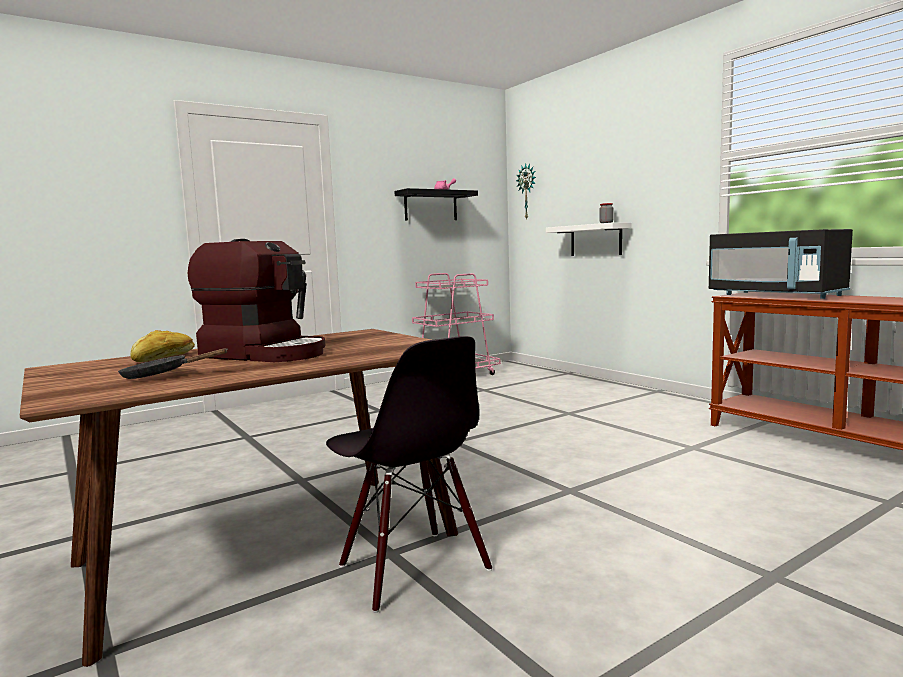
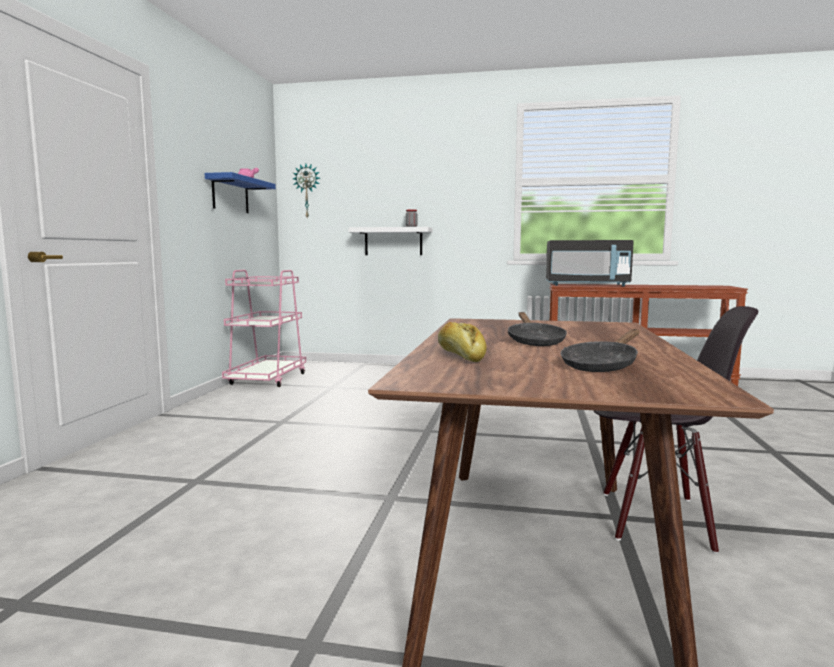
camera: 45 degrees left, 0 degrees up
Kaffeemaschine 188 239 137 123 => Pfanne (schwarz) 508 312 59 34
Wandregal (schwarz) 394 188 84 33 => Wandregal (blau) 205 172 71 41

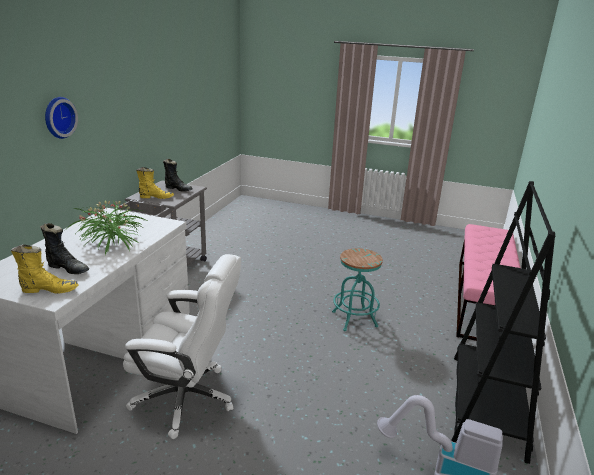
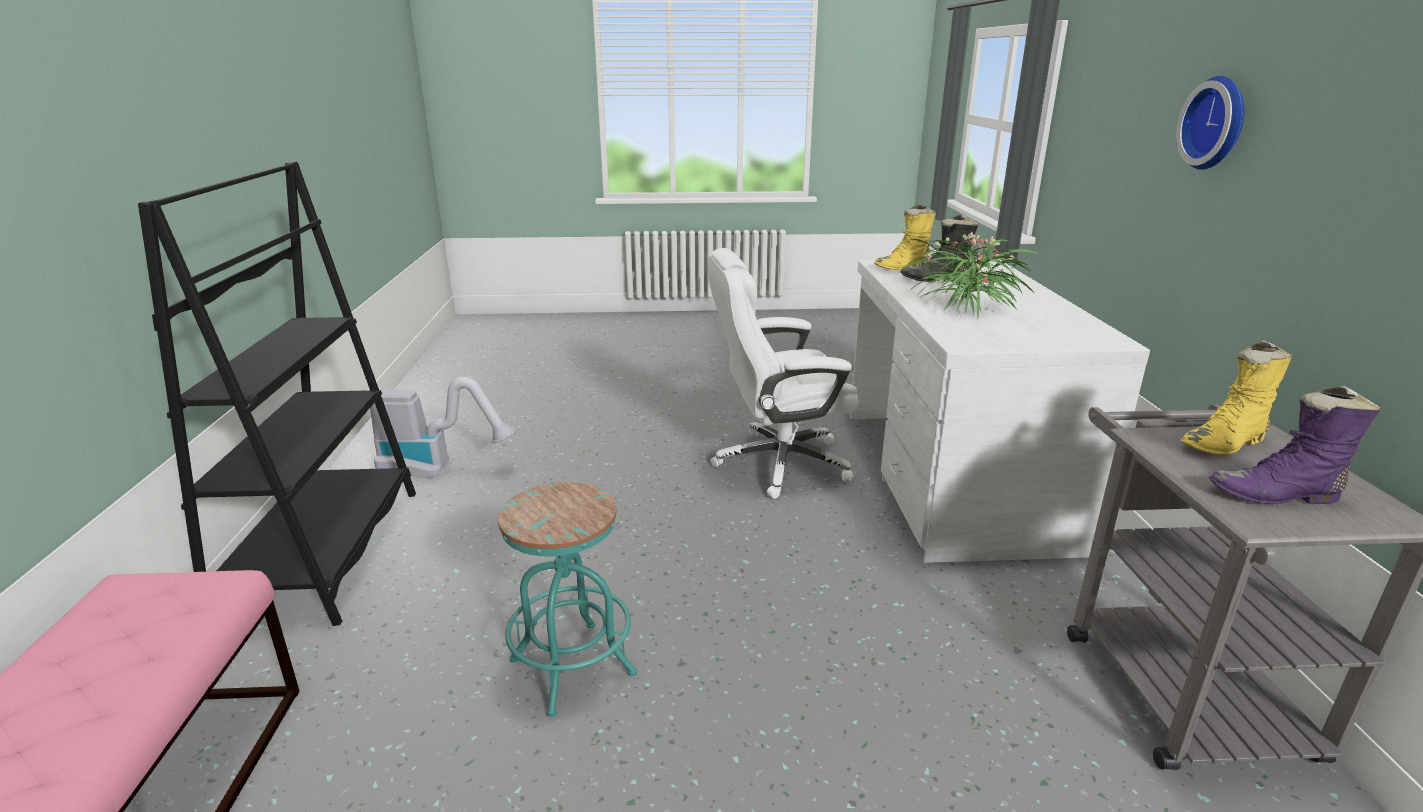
camera: 160 degrees right, 0 degrees up
Stiefel (schwarz) 163 159 30 32 => Stiefel (lila) 1209 386 171 118

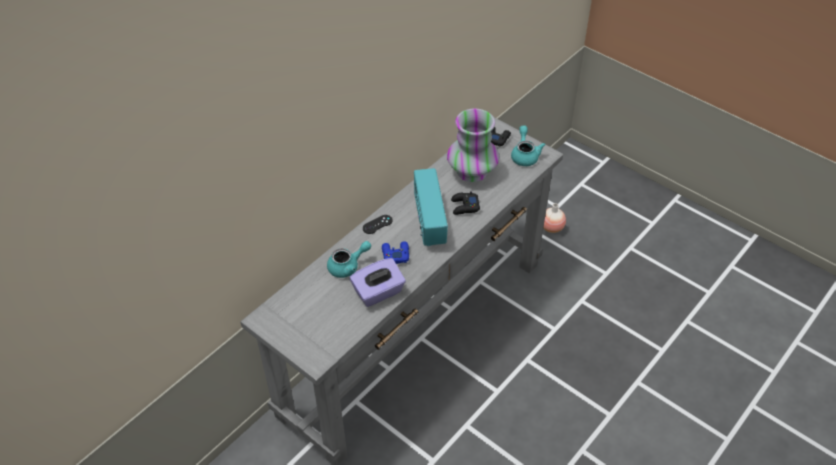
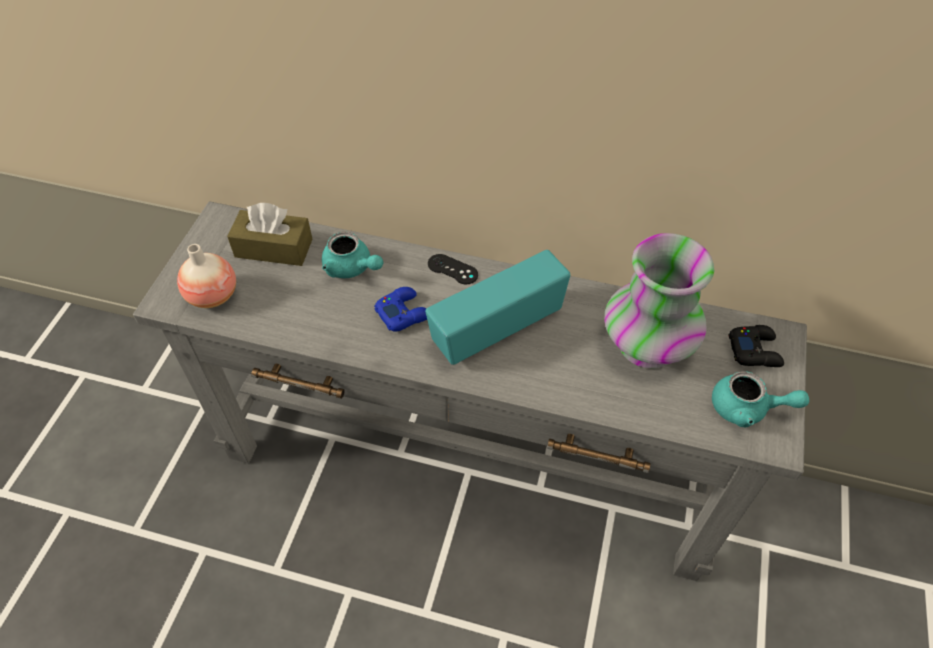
camera: 65 degrees right, 5 degrees up
Taschentuchbox (lila) 350 258 56 49 => nothing
Gamepad (schwarz) 451 191 29 24 => nothing
Teekanne (türkis) 511 126 35 40 => Teekanne (türkis) 712 371 98 56, 45 degrees clockwise
Vase 543 203 23 30 => Vase 177 244 59 64, moved
nothing => Taschentuchbox (braun) 227 203 85 63

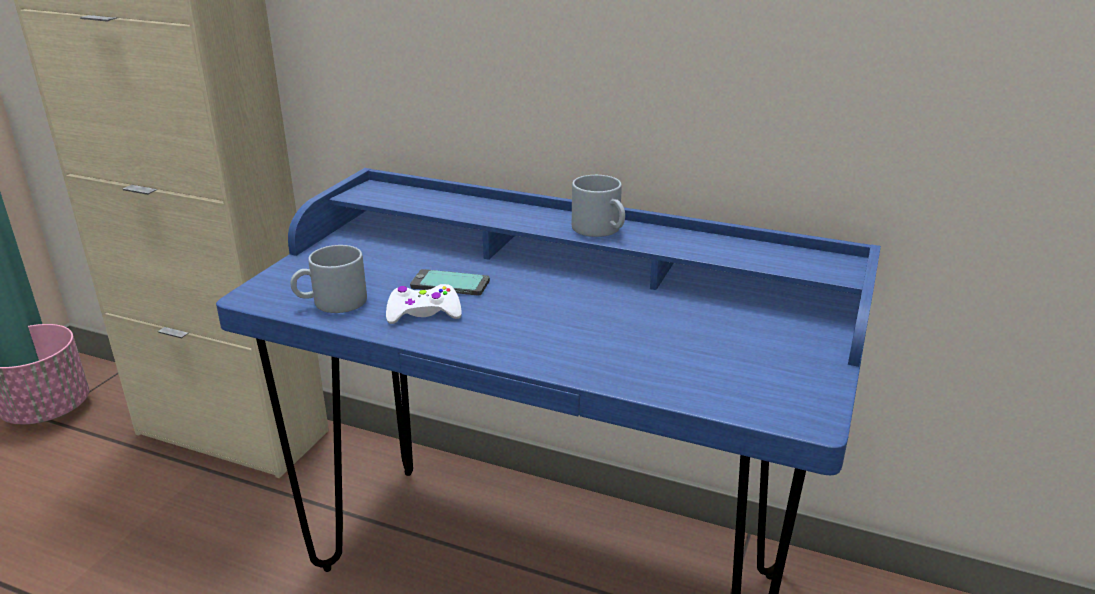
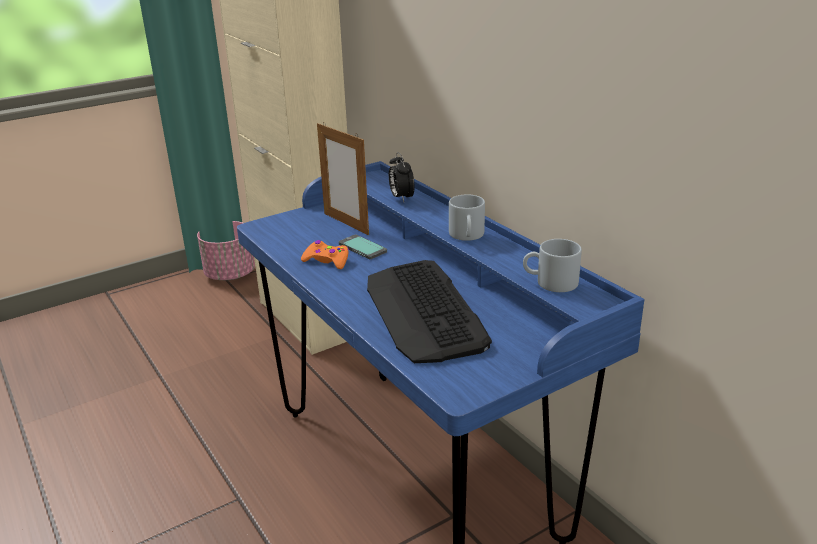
camera: 35 degrees right, 0 degrees up
Henkelbecher (grau) 291 245 76 68 => Henkelbecher (grau) 523 239 59 53, moved
Gamepad (weiß) 386 284 76 40 => Gamepad (orange) 301 240 48 29
nothing => Bilderrahmen 317 122 52 113
nothing => Tastatur 367 260 125 103
nothing => Wecker 389 152 25 50

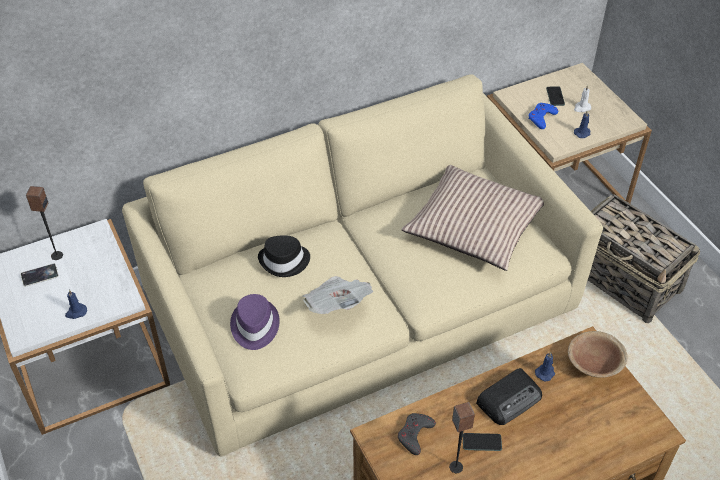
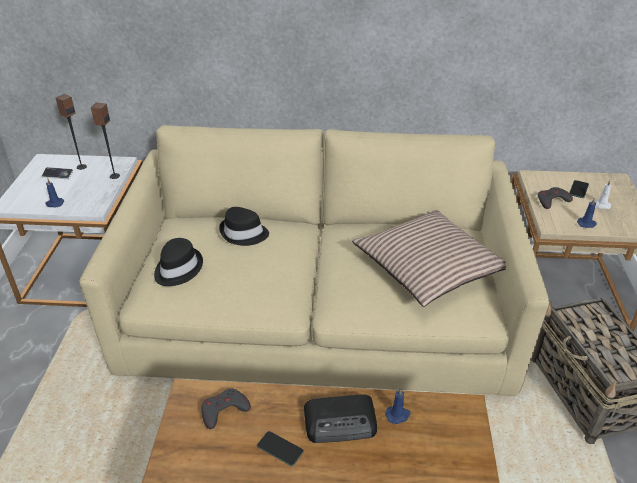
camera: 30 degrees right, 10 degrees down
Hut (lila) 230 294 50 56 => Hut (schwarz) 154 238 49 48
Zeitung 302 276 71 38 => nothing
Lautsprecher 449 402 26 71 => Lautsprecher 91 103 29 76, moved
Gamepad (blau) 529 103 30 26 => Gamepad (grau) 538 187 35 22
Schüssel (braun) 568 331 59 47 => nothing

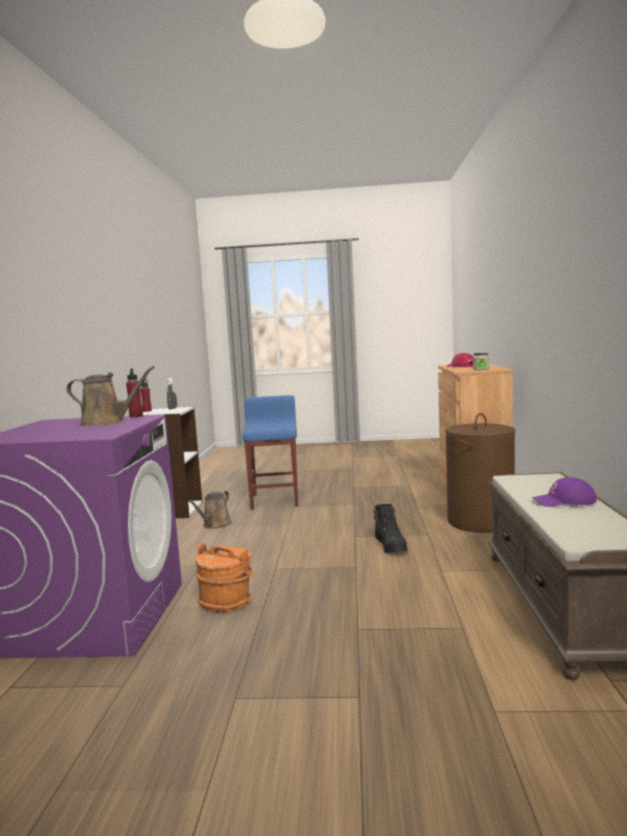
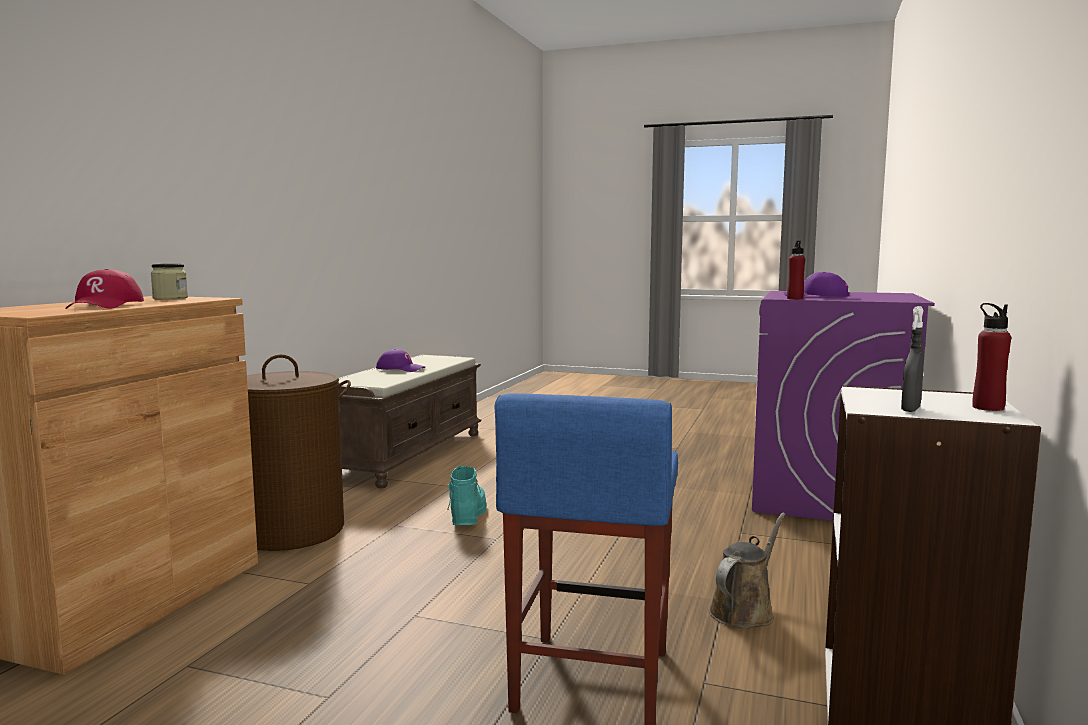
camera: 165 degrees left, 0 degrees up
Gießkanne (braun) 66 366 89 60 => Kappe (lila) 783 272 66 25
Eimer (orange) 195 543 58 70 => nothing
Stiefel (schwarz) 373 504 35 50 => Stiefel (türkis) 447 466 40 59

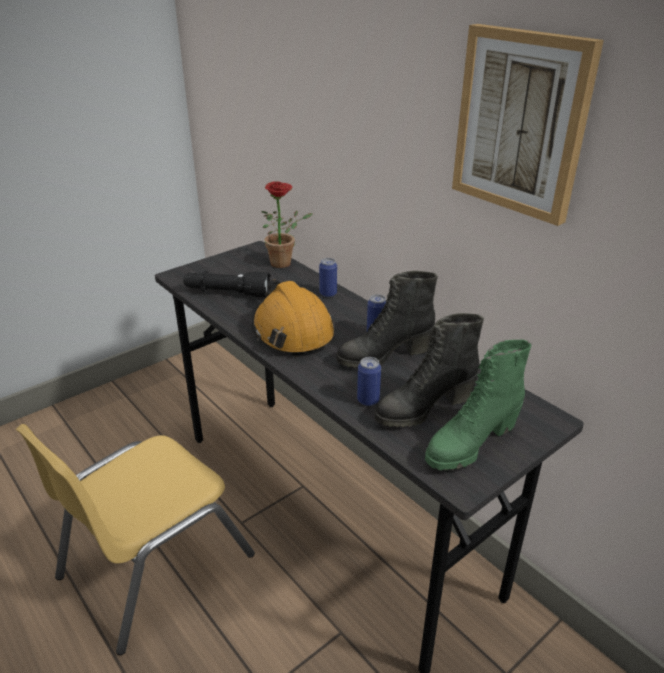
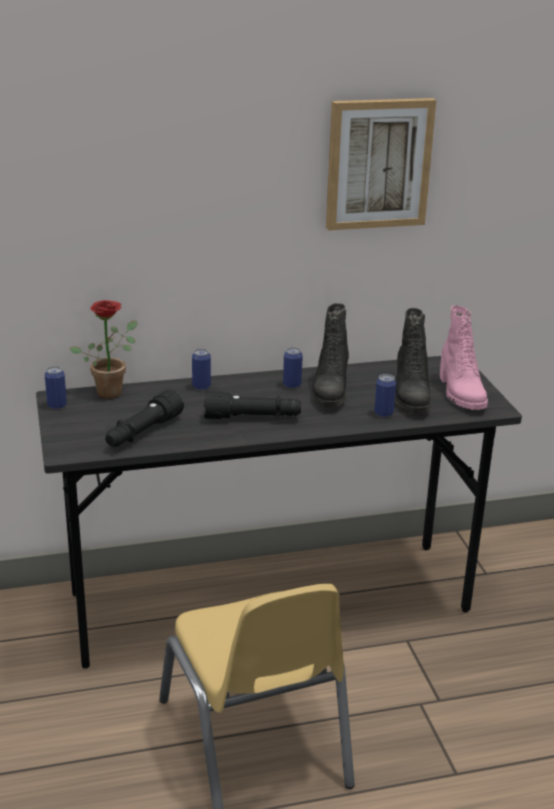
camera: 65 degrees left, 5 degrees down
Schutzhelm (orange) 252 280 82 77 => Taschenlampe (schwarz) 204 391 97 28
Stiefel (grün) 425 340 106 131 => Stiefel (rosa) 440 306 48 104
nothing => Dose 45 366 22 43

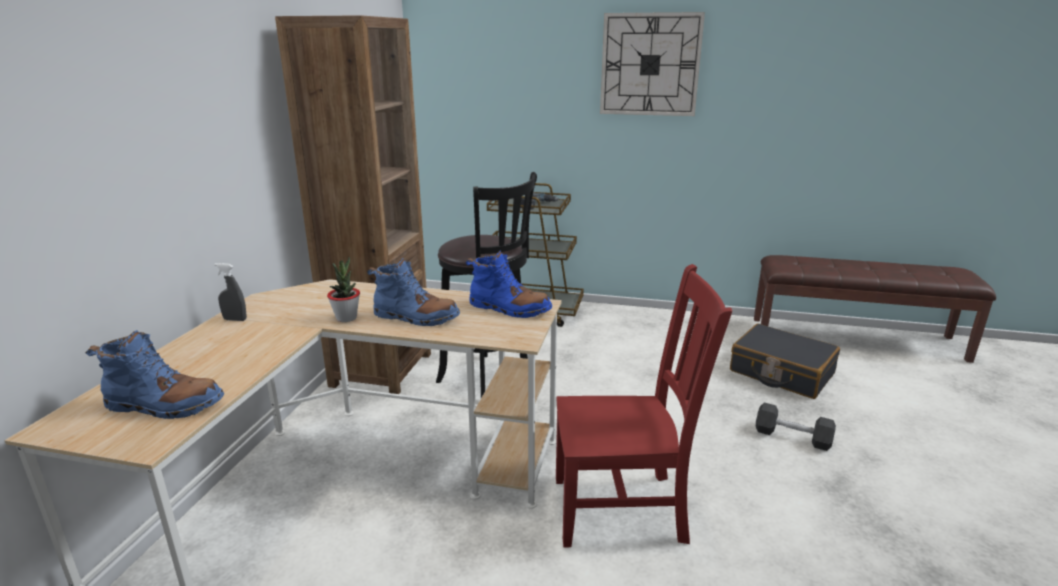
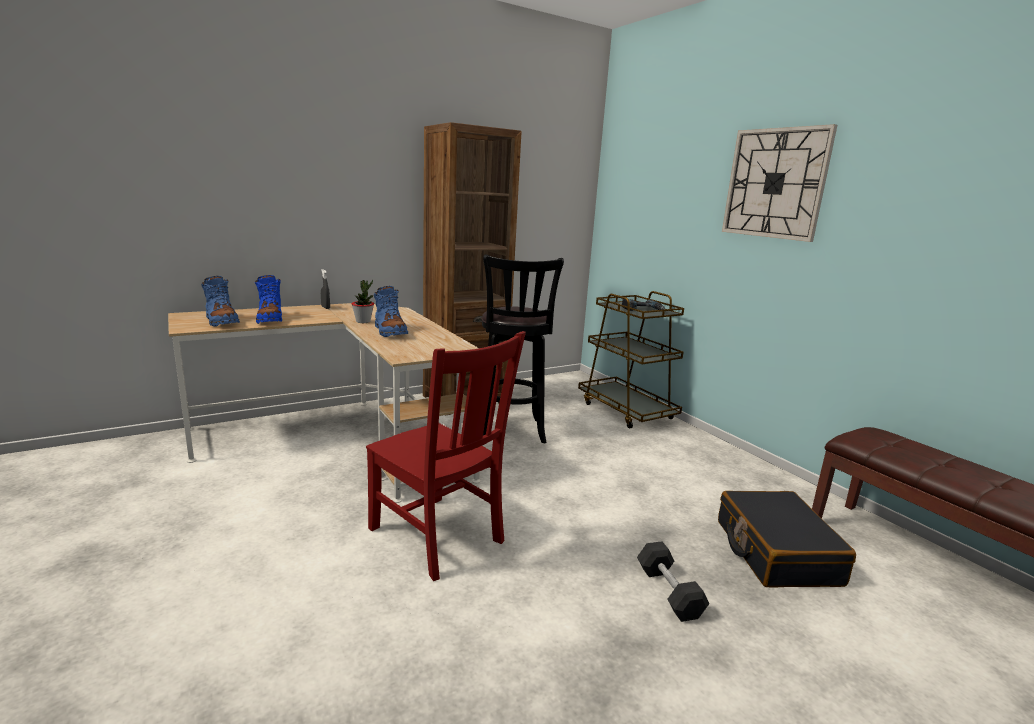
camera: 45 degrees right, 5 degrees down
Stiefel (blau) 465 250 87 68 => Stiefel (blau) 255 275 27 49, moved

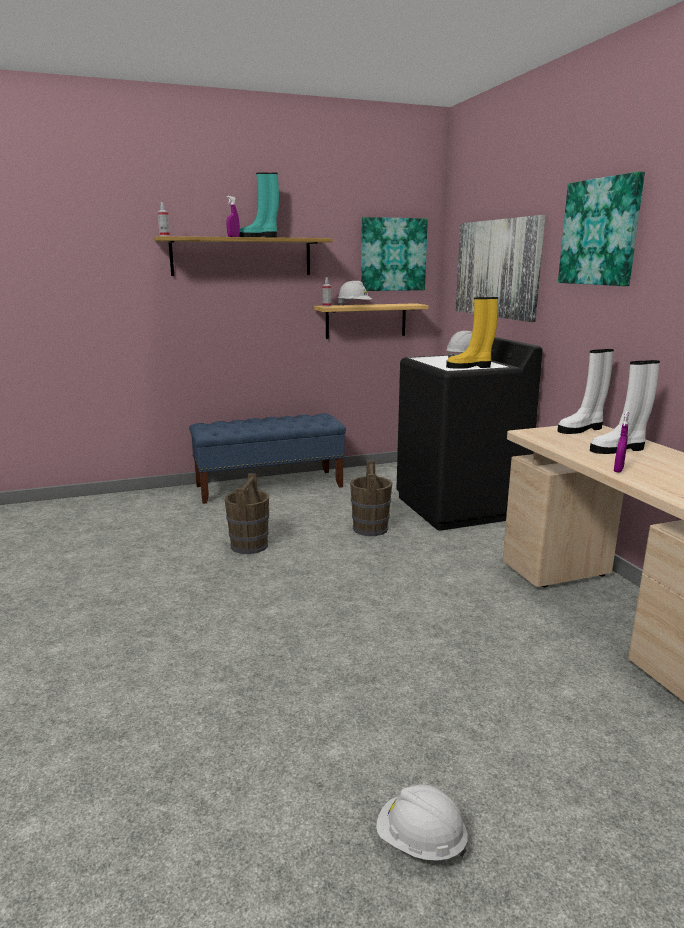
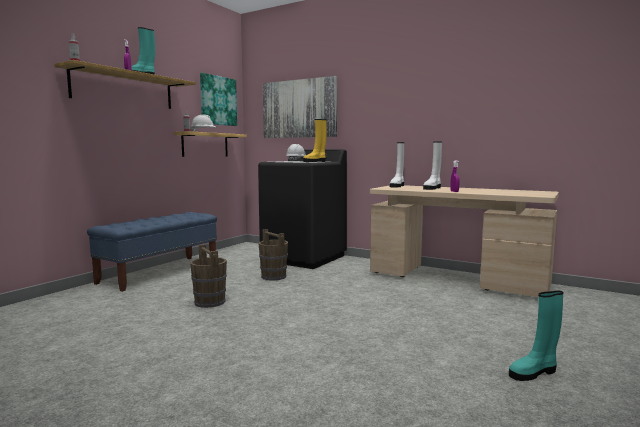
camera: 40 degrees left, 10 degrees down
Schutzhelm (weiß) 376 784 93 77 => Stiefel (türkis) 509 291 55 90
Bild 558 171 87 115 => nothing

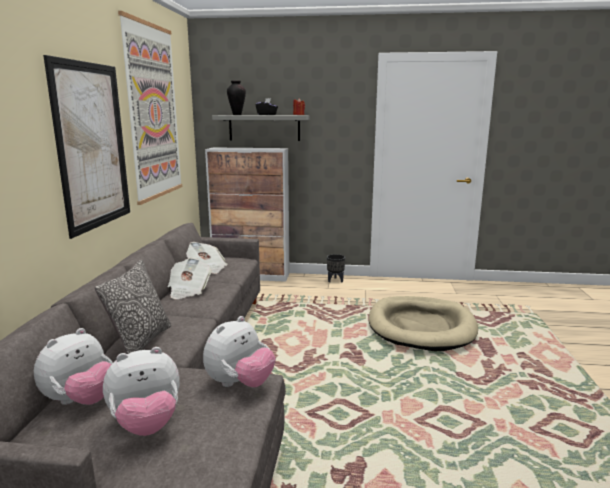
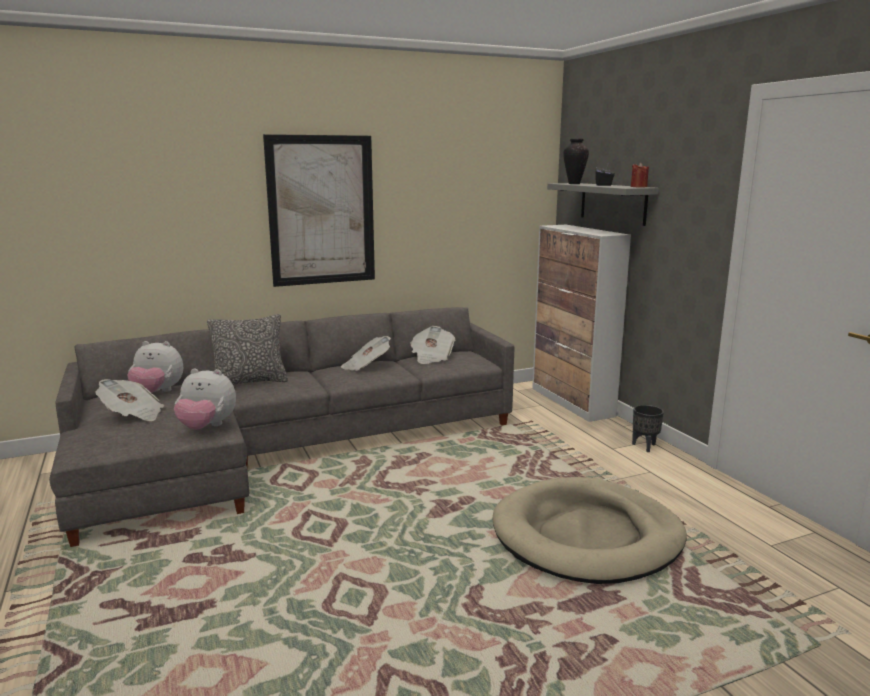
camera: 60 degrees right, 0 degrees up
Plüschtier 103 347 77 89 => Zeitung 95 379 69 42
Bild 118 11 64 194 => nothing

